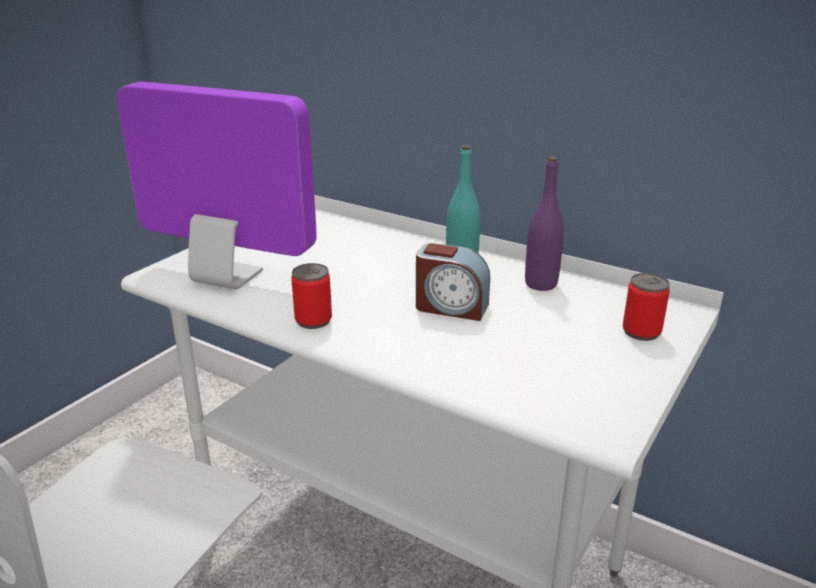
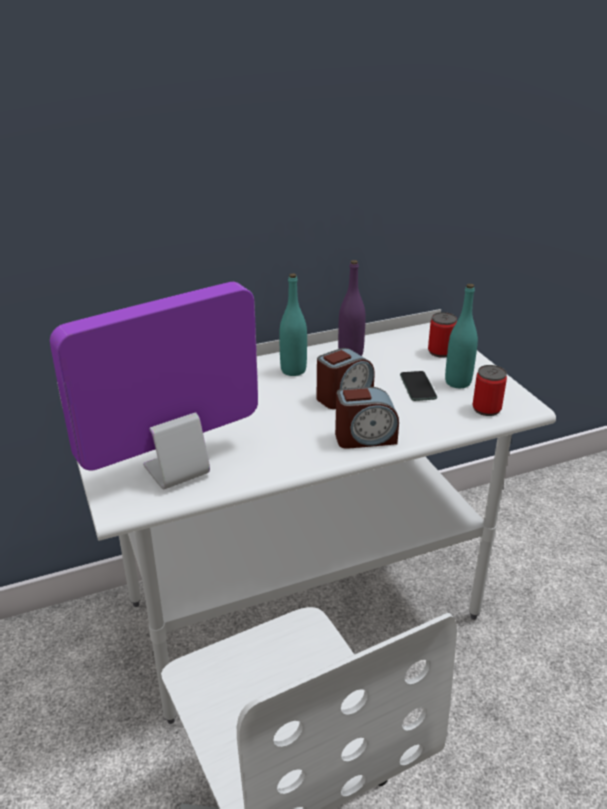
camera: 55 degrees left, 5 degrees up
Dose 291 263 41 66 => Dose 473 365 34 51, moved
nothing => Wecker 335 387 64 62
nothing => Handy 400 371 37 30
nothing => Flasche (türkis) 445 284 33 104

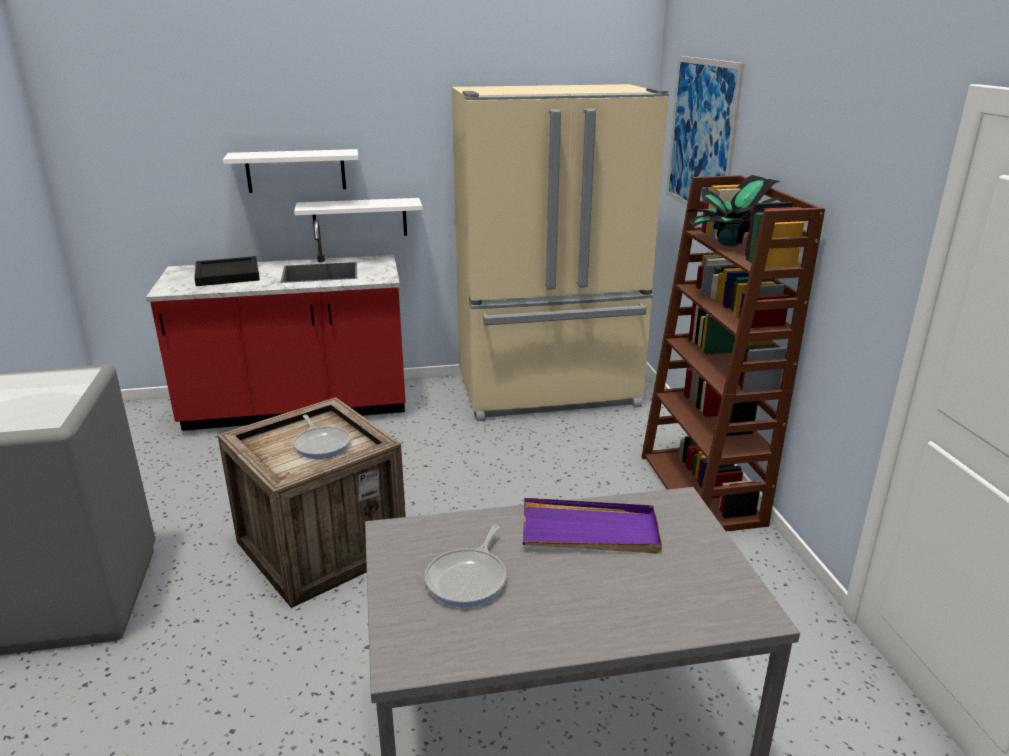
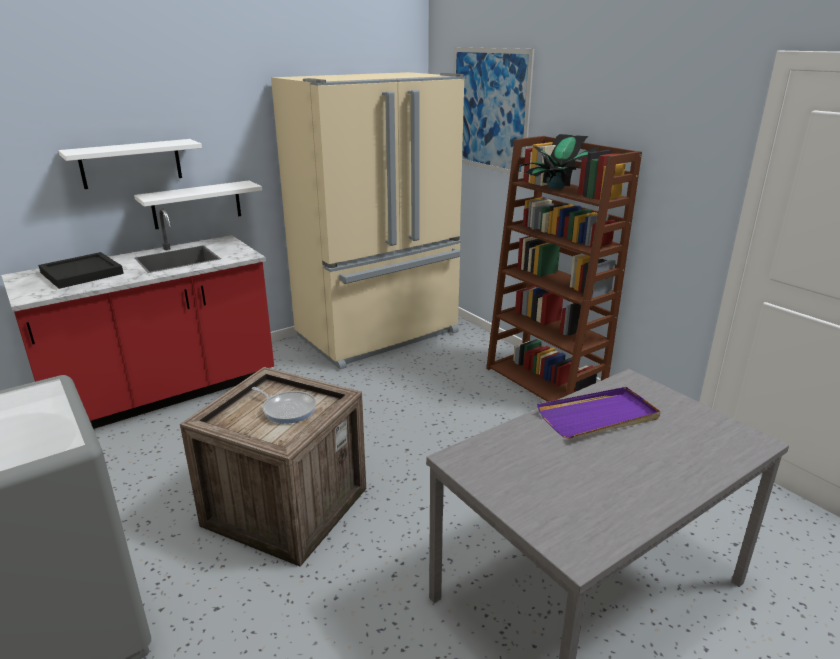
camera: 25 degrees left, 0 degrees up
Pfanne 425 525 82 83 => nothing

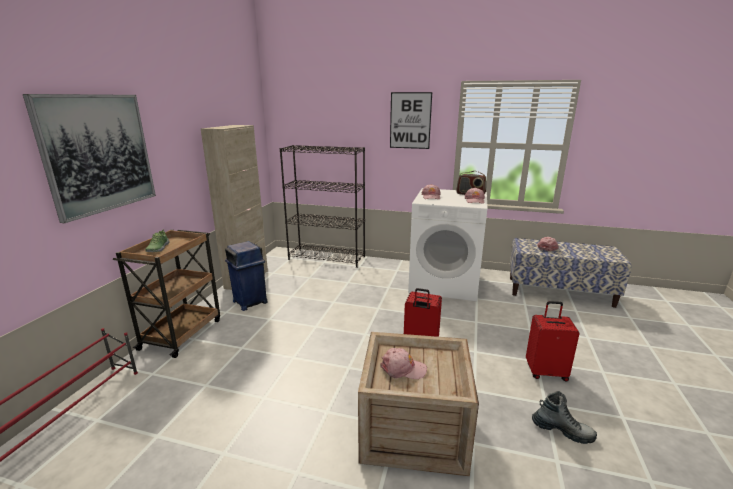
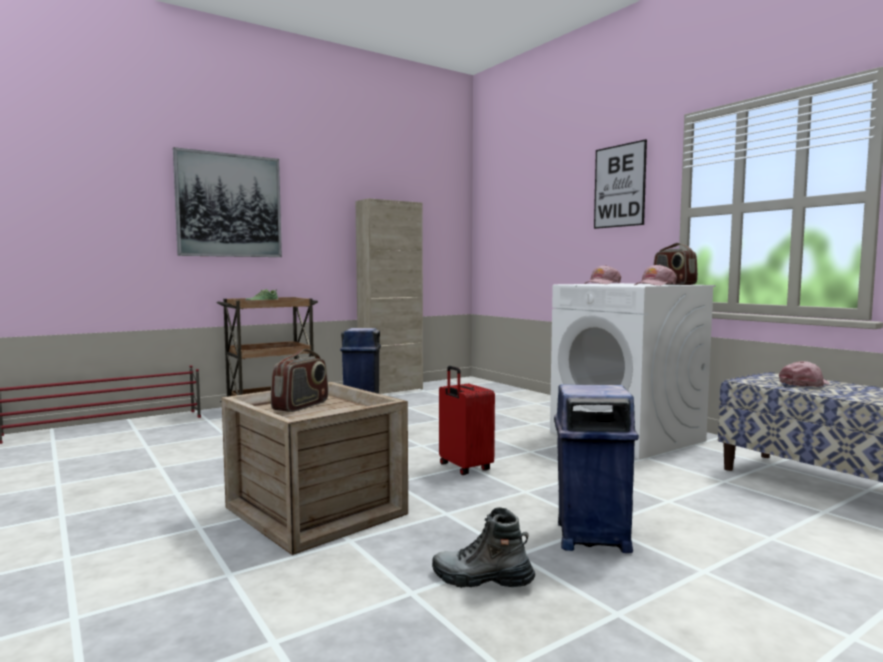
camera: 40 degrees right, 15 degrees down
Bücherregal (schwarz) 280 145 85 123 => nothing
Kappe (rosa) 380 348 47 31 => Radio 271 349 57 63
Koffer (rot) 526 301 54 81 => Mülleimer (blau) 554 384 85 169
Stiefel 532 391 65 53 => Stiefel 432 507 103 81, 135 degrees clockwise

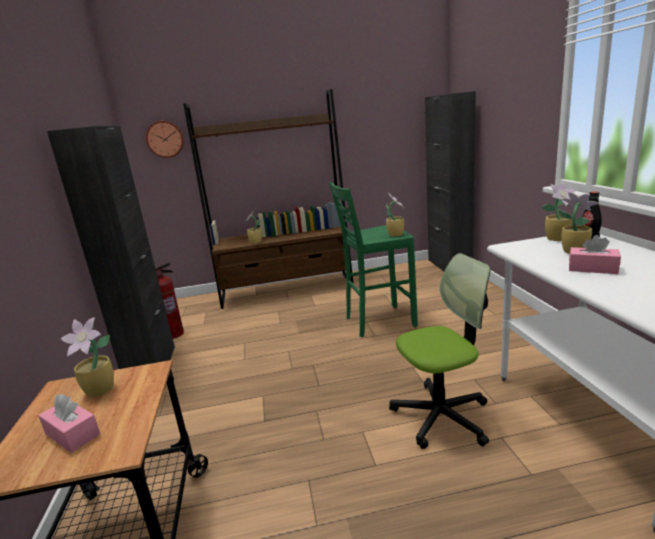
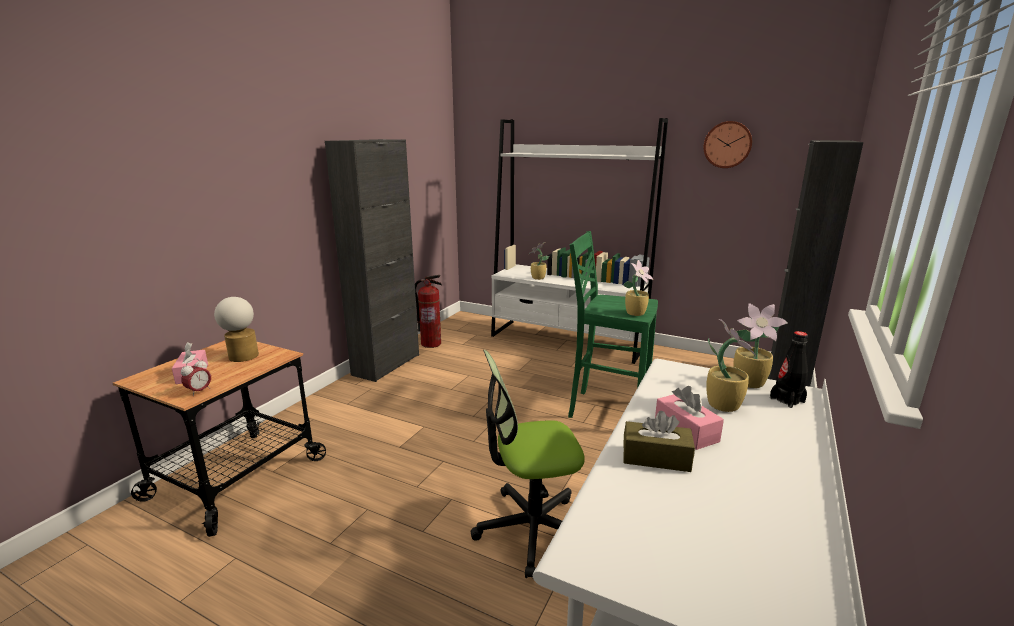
camera: 35 degrees right, 0 degrees up
Topfpflanze 61 317 53 80 => Tischlampe 214 297 45 65
Wanduhr 146 121 38 37 => Wanduhr 704 121 48 47, moved
Bücherregal (braun) 183 89 170 220 => Bücherregal (weiß) 491 118 177 246
Bürostuhl 389 253 102 196 => Bürostuhl 471 350 114 228, 150 degrees clockwise
nothing => Wecker 181 358 30 38
nothing => Taschentuchbox (braun) 623 411 72 61

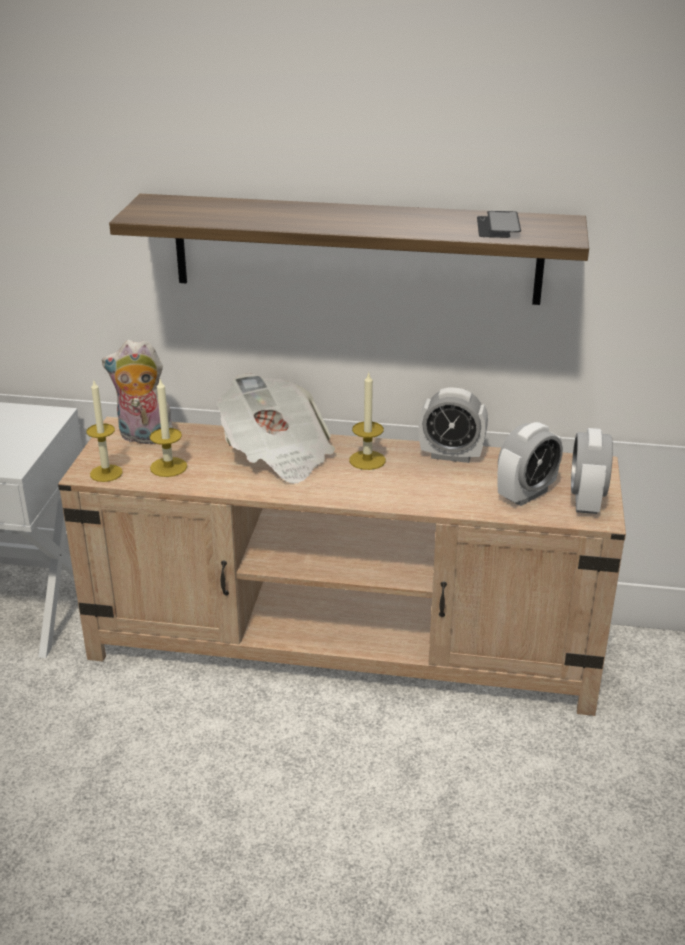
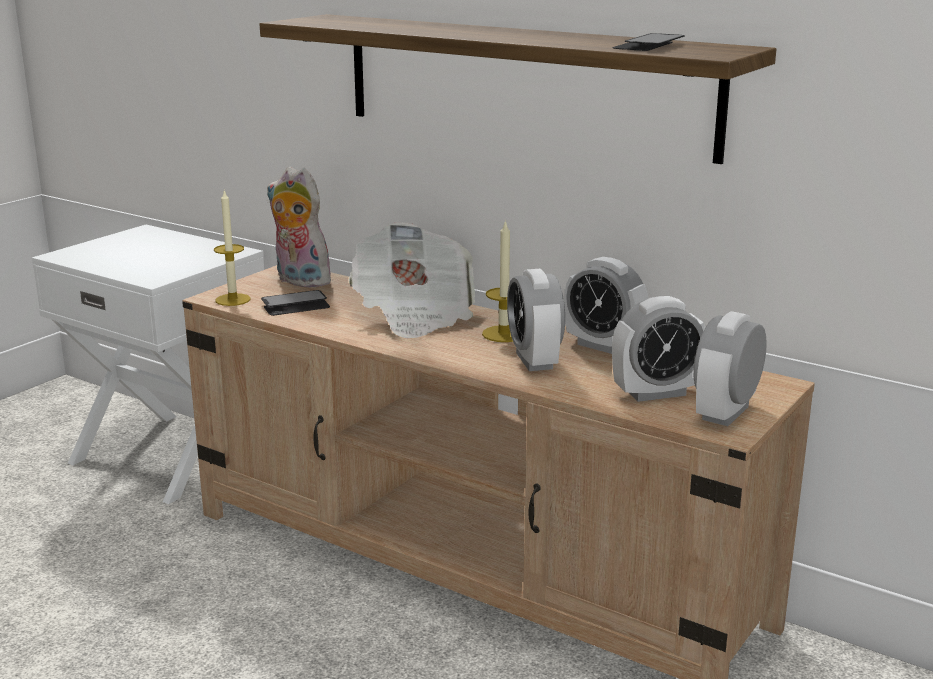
camera: 25 degrees right, 10 degrees down
Kerze 150 379 37 98 => Handy 261 290 69 26
nothing => Wecker 507 269 58 102

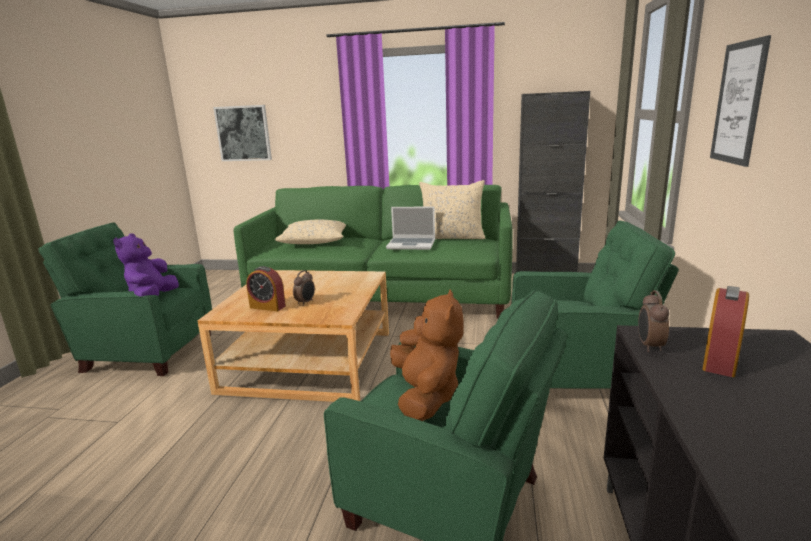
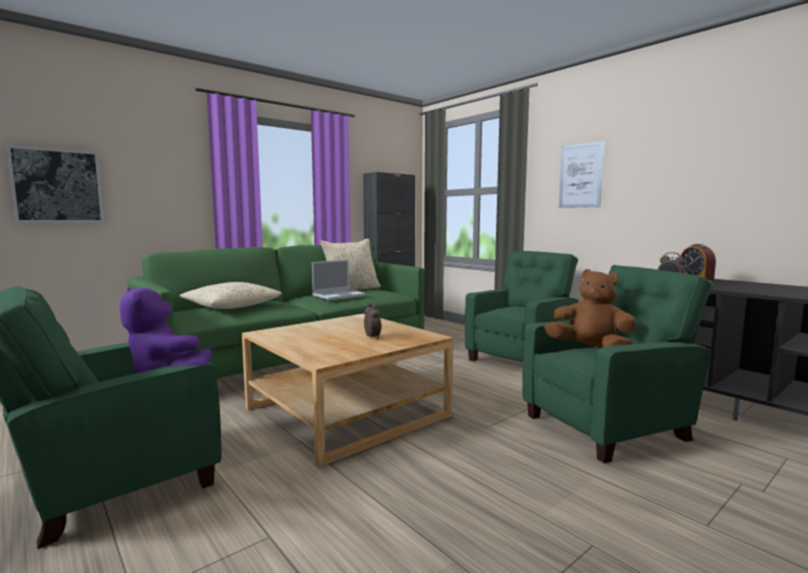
camera: 50 degrees left, 10 degrees down
Wecker 246 266 40 45 => nothing

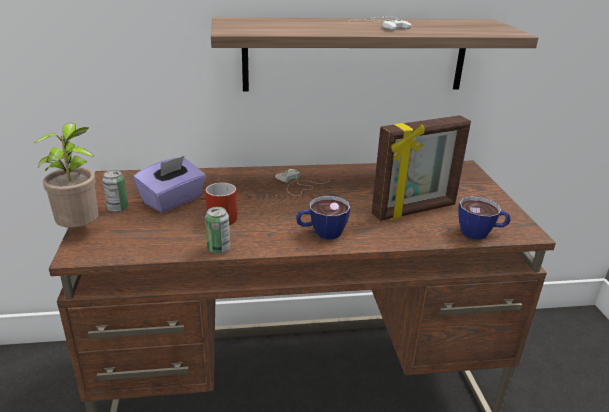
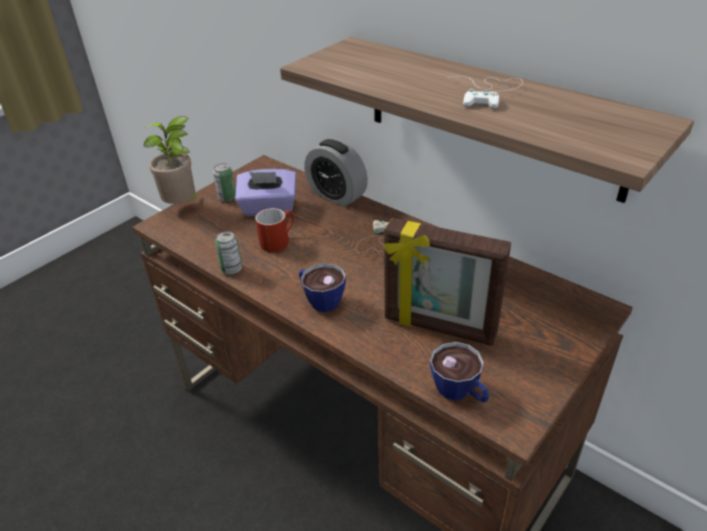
camera: 50 degrees right, 10 degrees up
nothing => Wecker 304 139 64 68

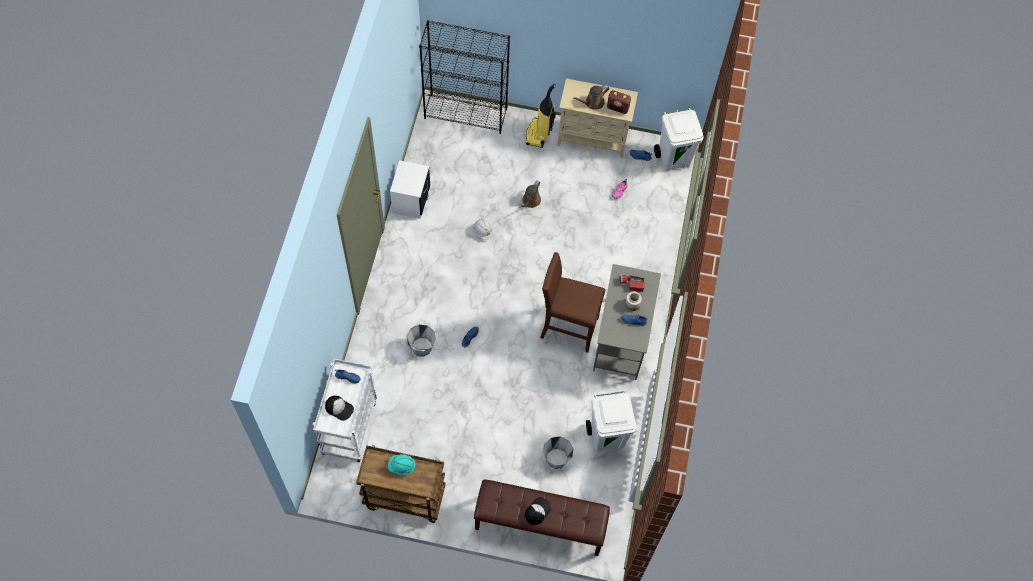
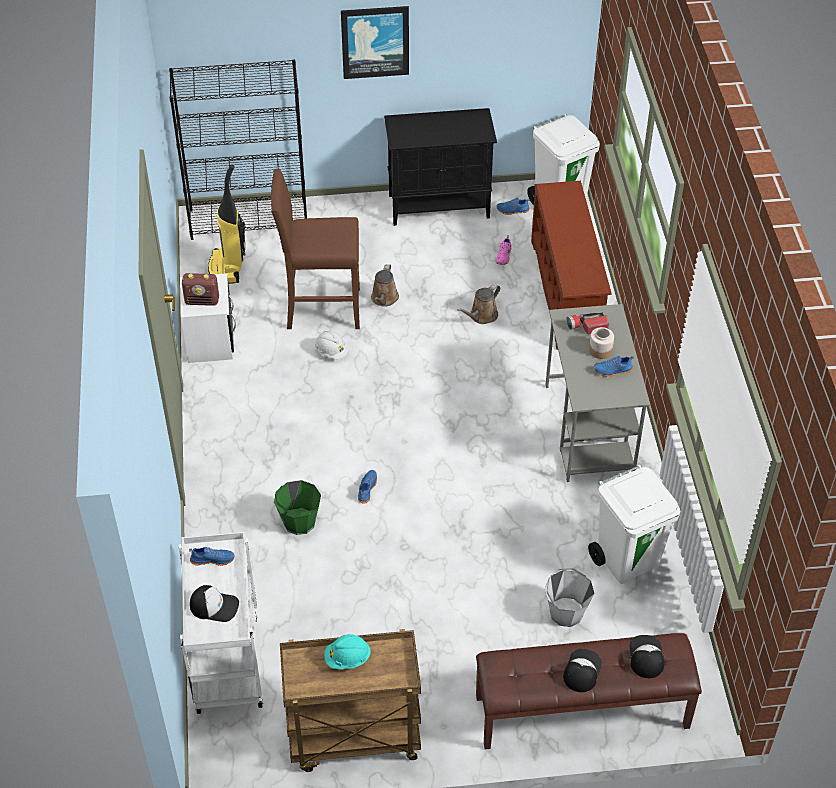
camera: 15 degrees left, 15 degrees down
Eimer (grau) 406 325 30 32 => Eimer (grün) 274 480 47 55
Staubsauger 526 84 30 64 => Staubsauger 208 164 37 120, moved
Hocker (braun) 540 252 65 101 => Hocker (braun) 271 169 89 160, moved
Schrank (beige) 558 78 80 80 => Schrank (schwarz) 384 108 113 118
Gießkanne (braun) 573 85 36 24 => Gießkanne (braun) 457 284 43 40, moved
Radio 607 90 24 24 => Radio 182 273 37 33, moved
nothing => Bild 341 6 68 73
nothing => Schuhregal (braun) 531 181 81 169
nothing => Kappe 630 635 35 43

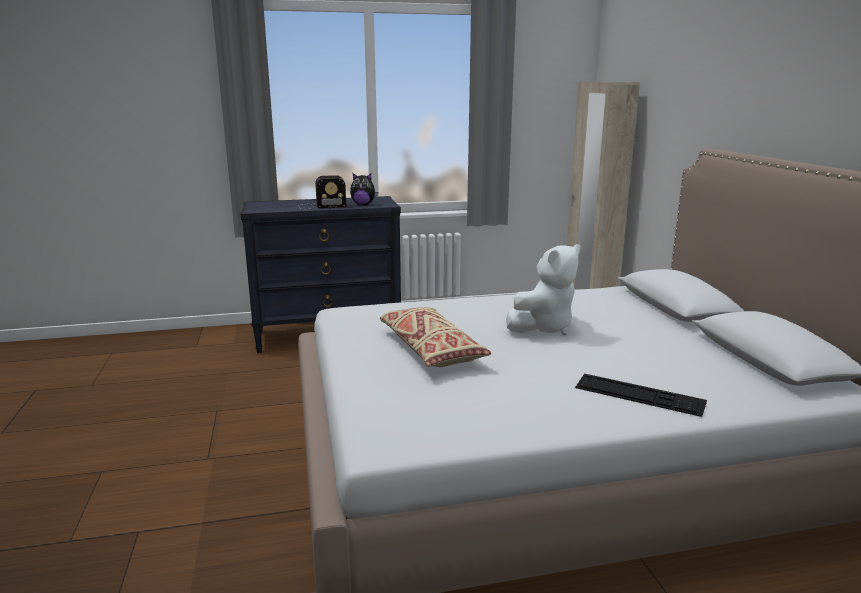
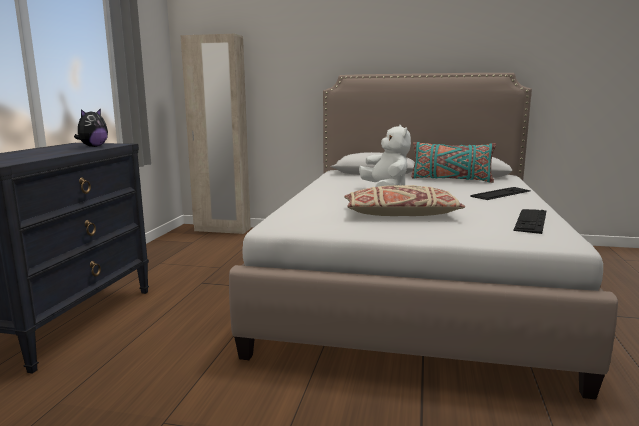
camera: 65 degrees left, 5 degrees down
Radio 298 175 48 34 => nothing
nothing => Kissen (türkis) 411 142 85 41
nothing => Tastatur 513 209 33 25

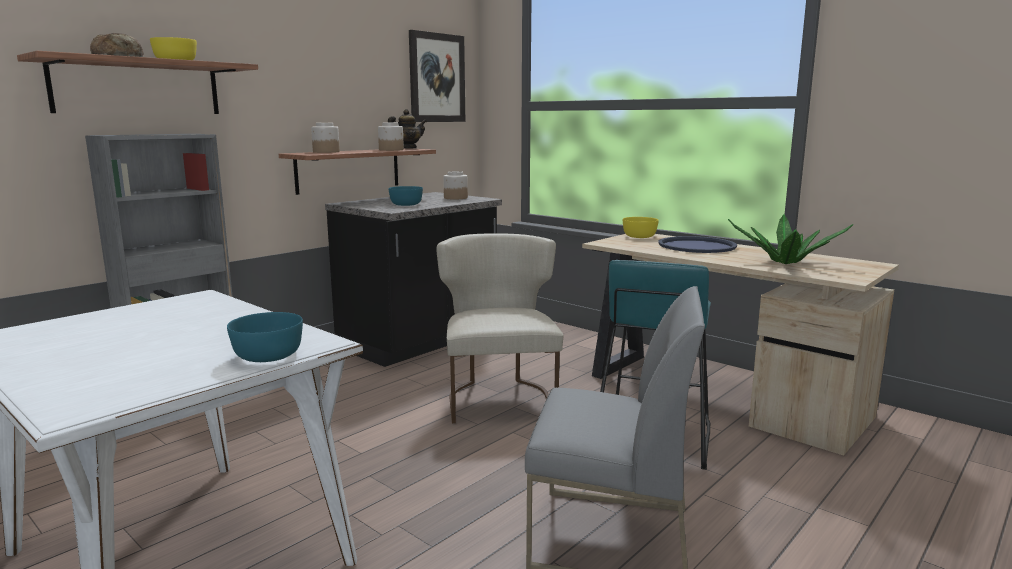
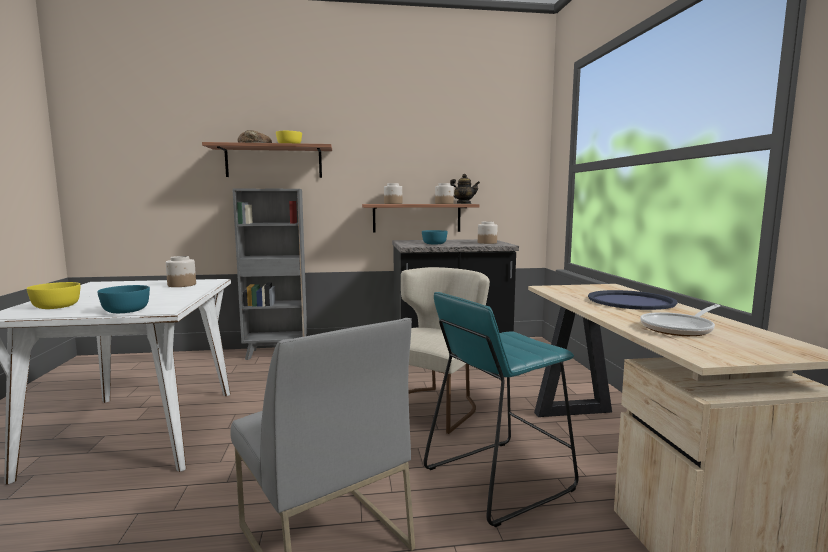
camera: 40 degrees right, 5 degrees down
Bild 409 30 56 92 => nothing
Schüssel (gelb) 623 217 36 21 => Schüssel (gelb) 27 282 53 27, moved
Topfpflanze 728 214 126 50 => Pfanne 640 304 80 32
nothing => Vorratsglas 166 256 30 31

